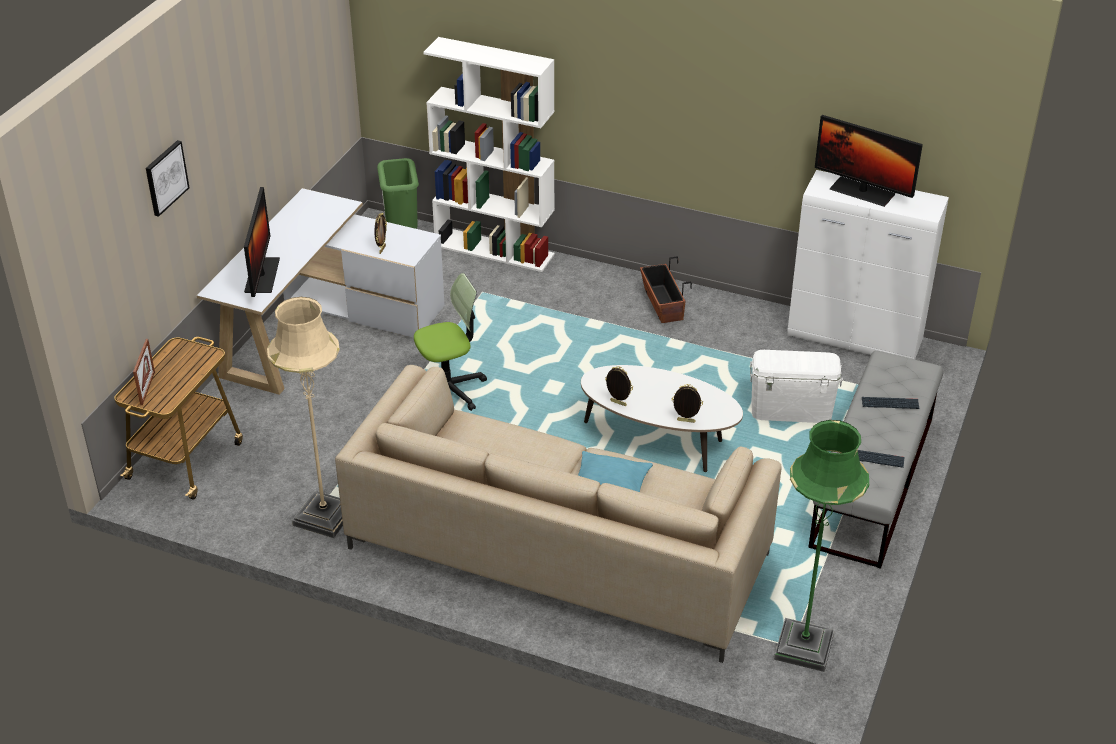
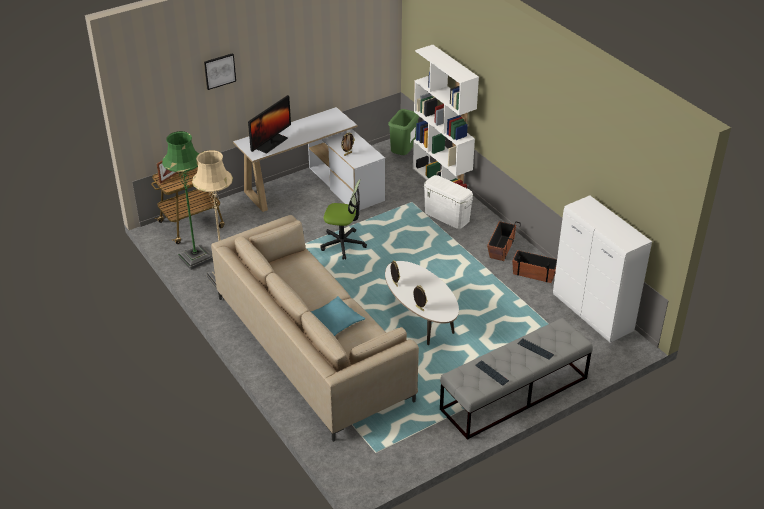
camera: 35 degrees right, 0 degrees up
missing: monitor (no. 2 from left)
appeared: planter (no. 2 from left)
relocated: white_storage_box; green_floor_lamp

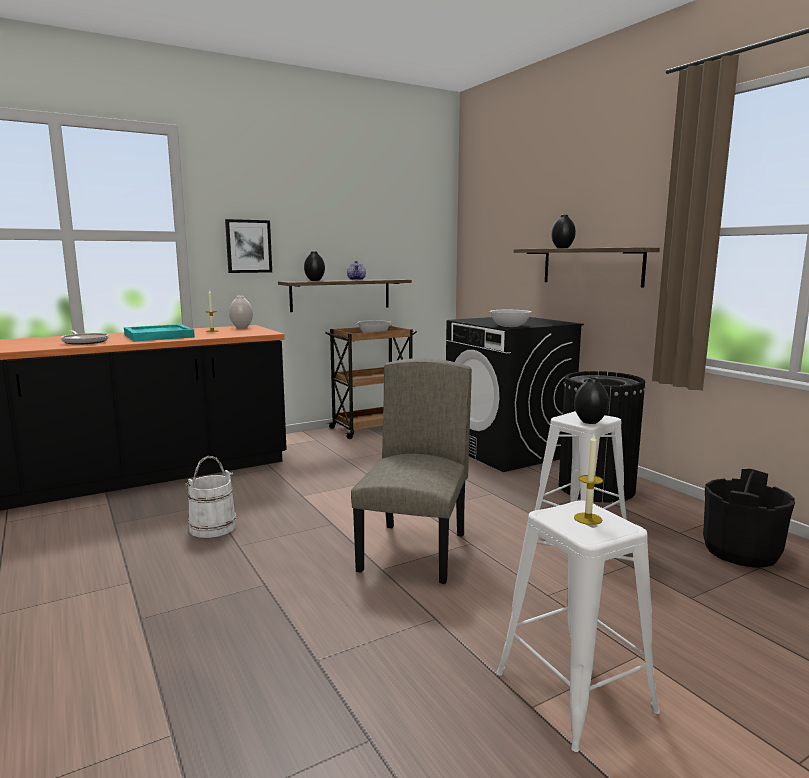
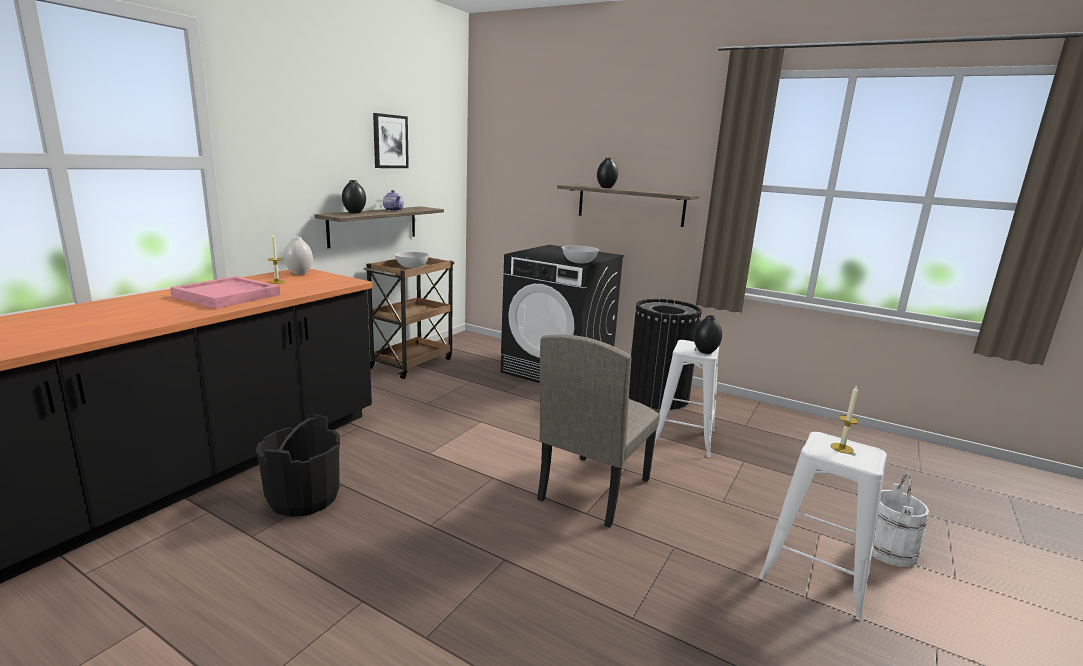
camera: 30 degrees left, 5 degrees up
missing: frying_pan
relocated: white_bucket; picture; black_bucket
colour: turquoise_tray to pink_tray
spun: beige_chair 135 degrees counterclockwise

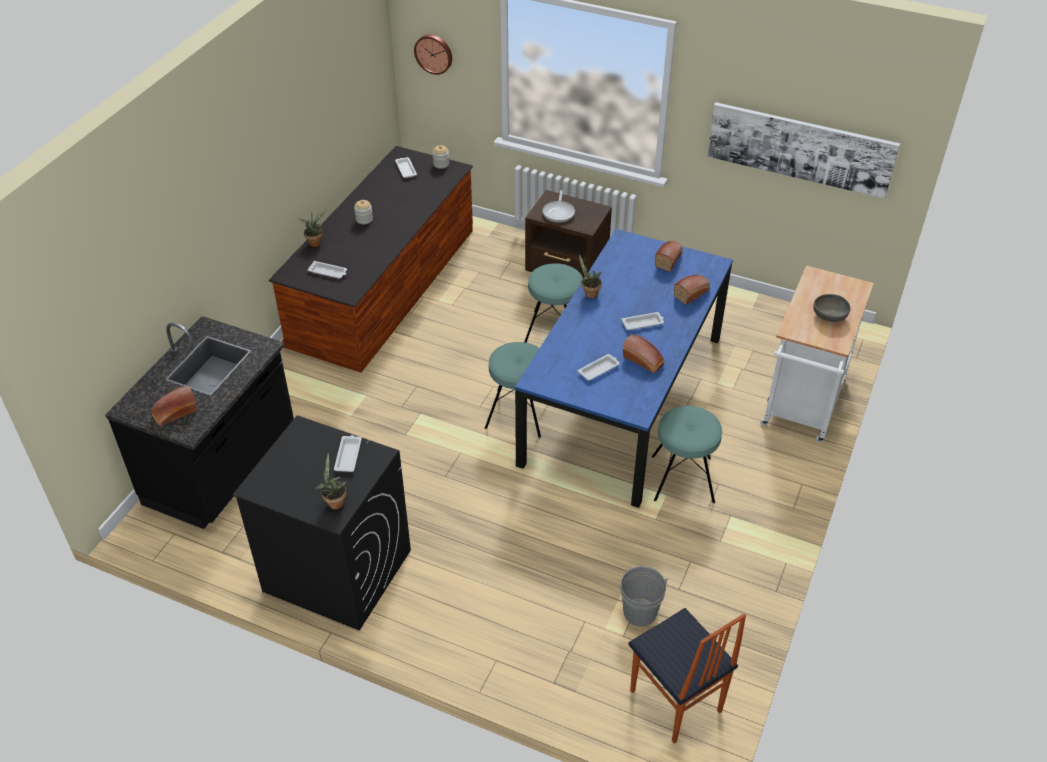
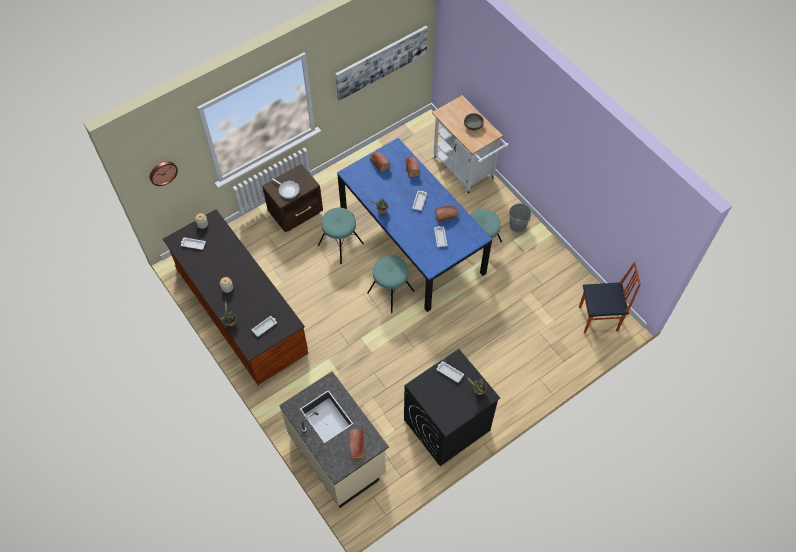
camera: 60 degrees left, 15 degrees up
relocated: grey_bucket
colour: black_counter to beige_counter

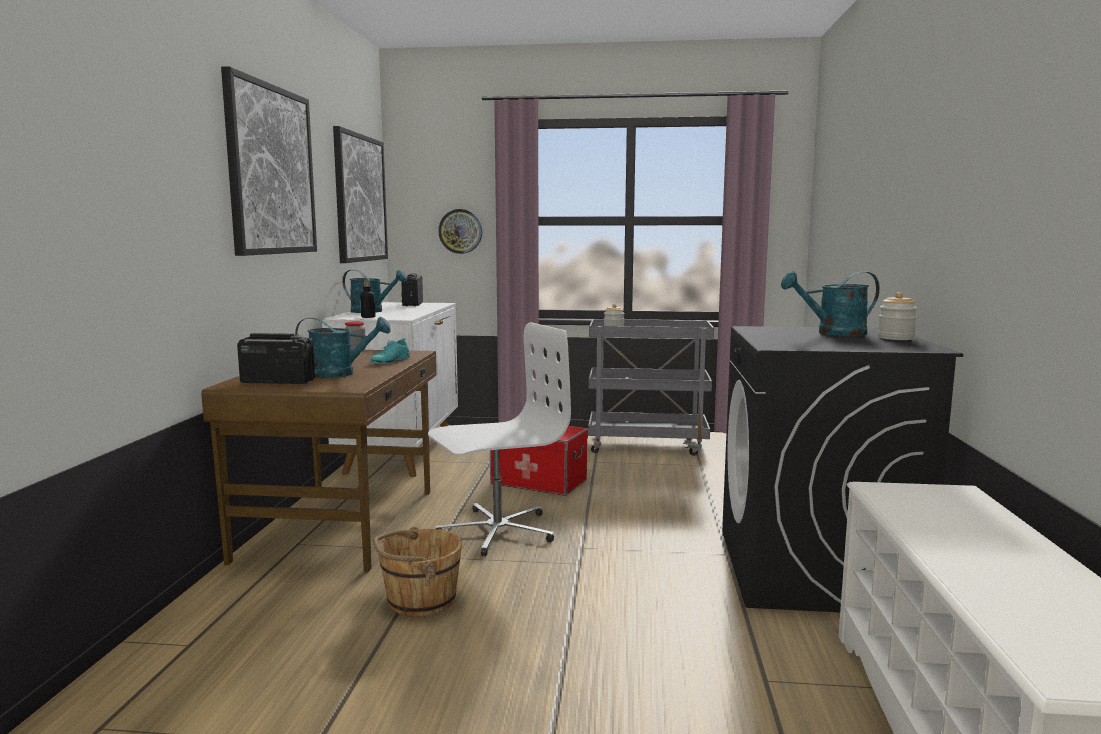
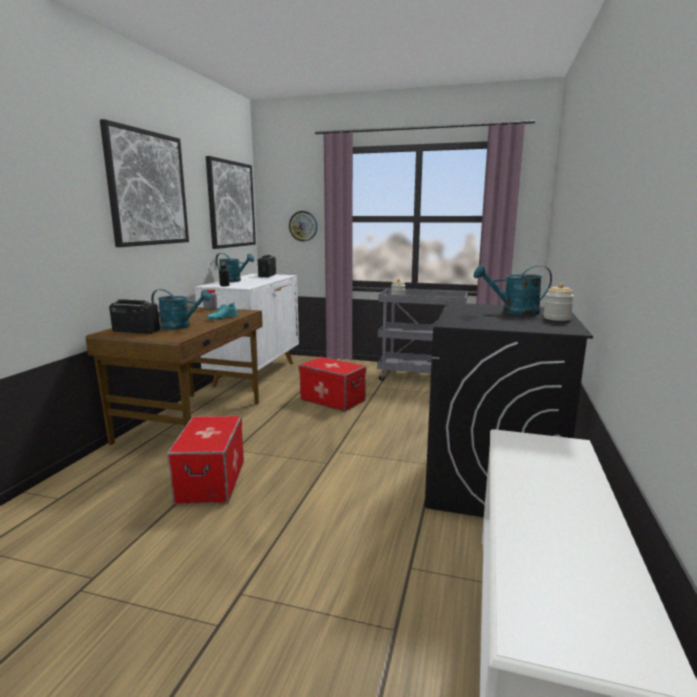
camera: 10 degrees right, 5 degrees up
missing: white_office_chair
exchanged: brown_bucket to storage_box (no. 1 from left)

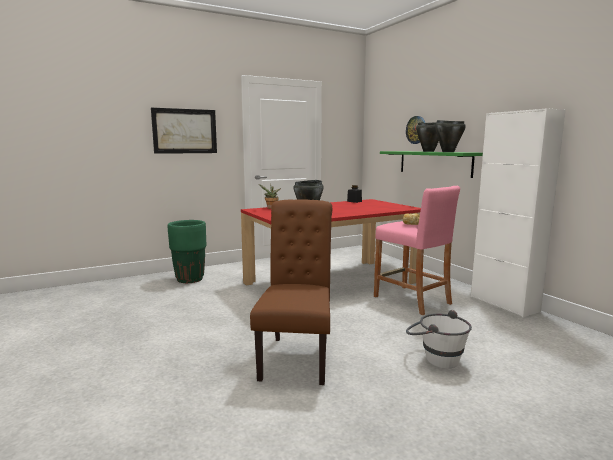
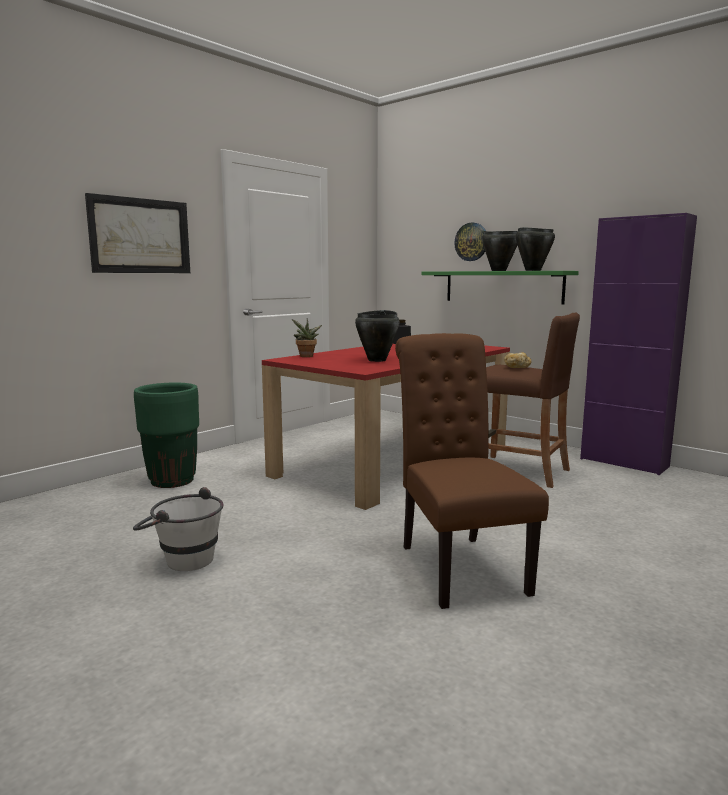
camera: 20 degrees left, 0 degrees up
relocated: white_bucket
colour: pink_stool to brown_stool; white_cabinet to purple_cabinet

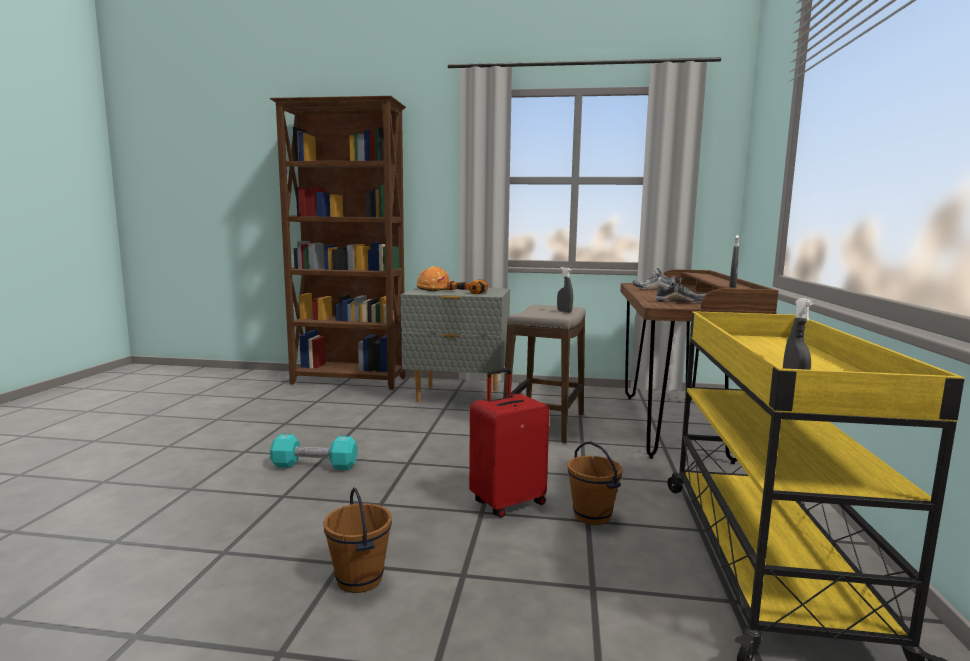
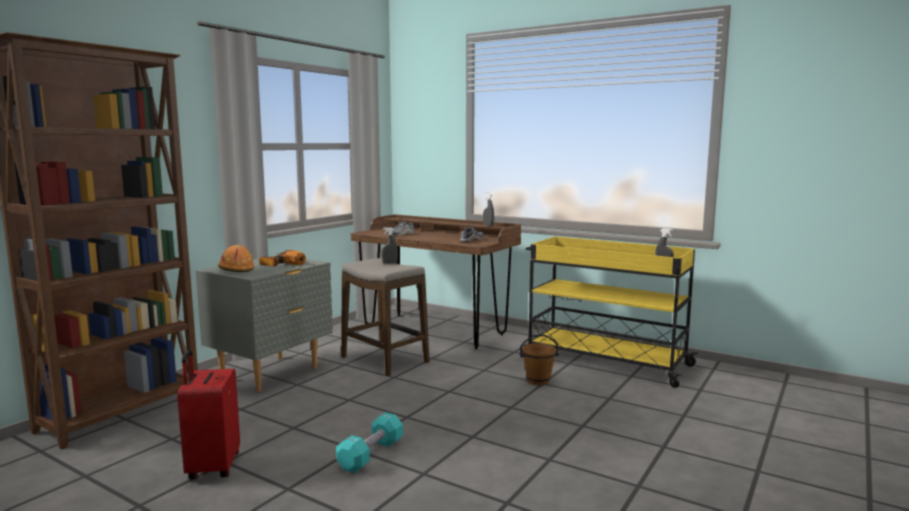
camera: 65 degrees left, 0 degrees up
missing: brown_bucket (no. 1 from left)
relocated: red_suitcase

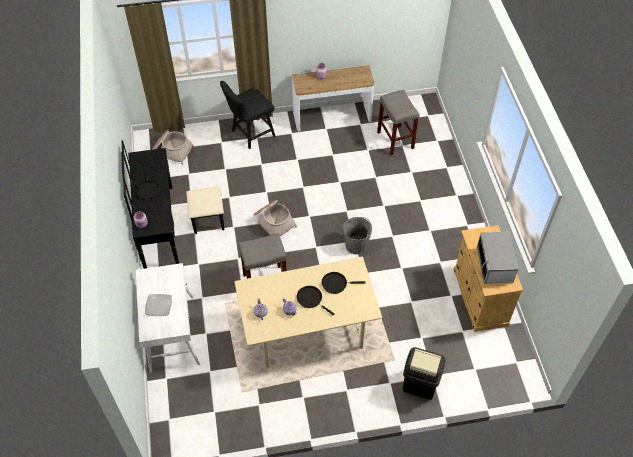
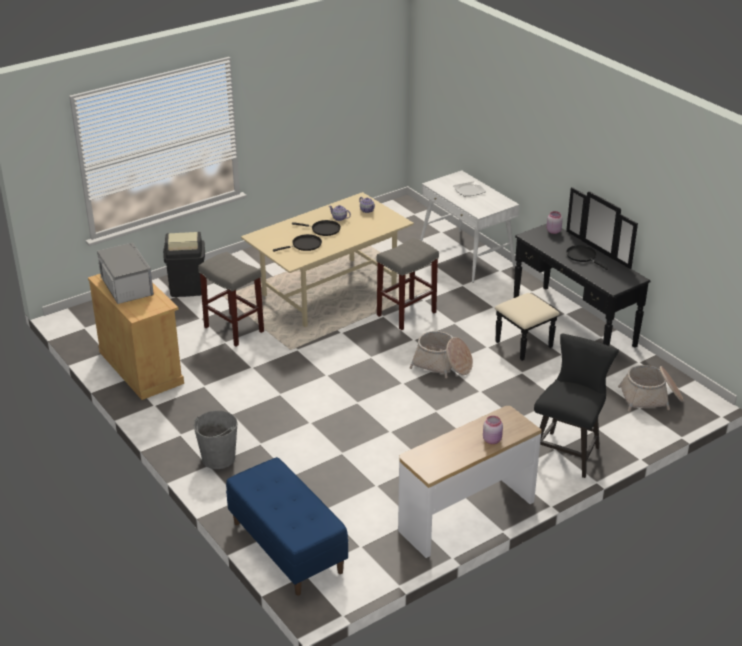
camera: 155 degrees right, 20 degrees down
appeared: blue_bench
relocated: grey_bucket; grey_stool (no. 2 from left in the first image) to grey_stool (no. 1 from left)

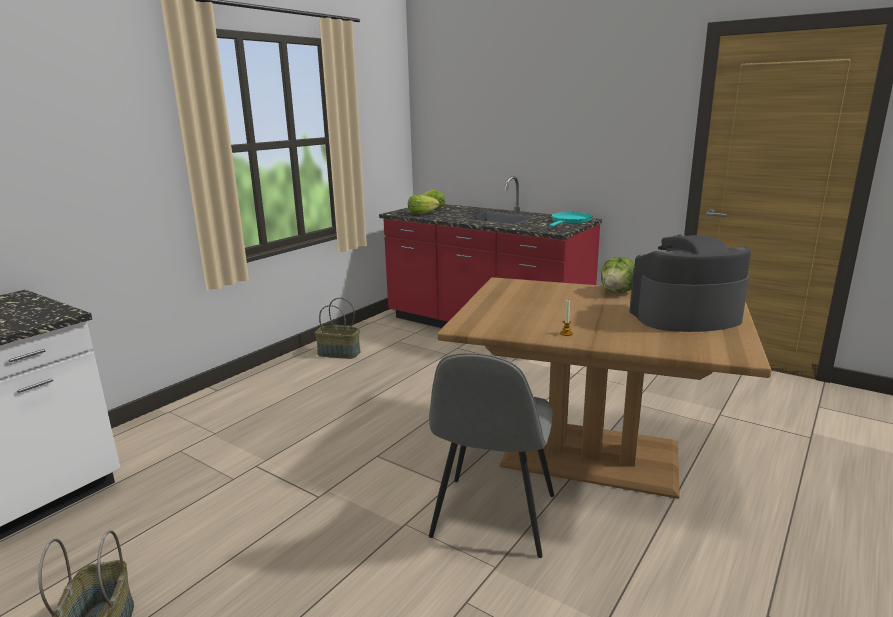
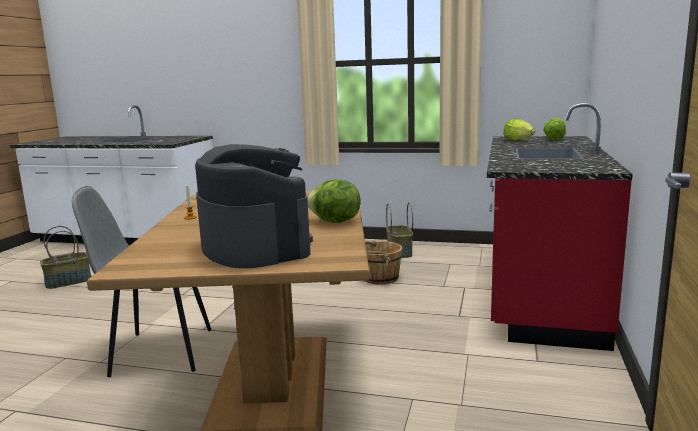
camera: 70 degrees right, 5 degrees down
missing: turquoise_frying_pan
appeared: brown_bucket

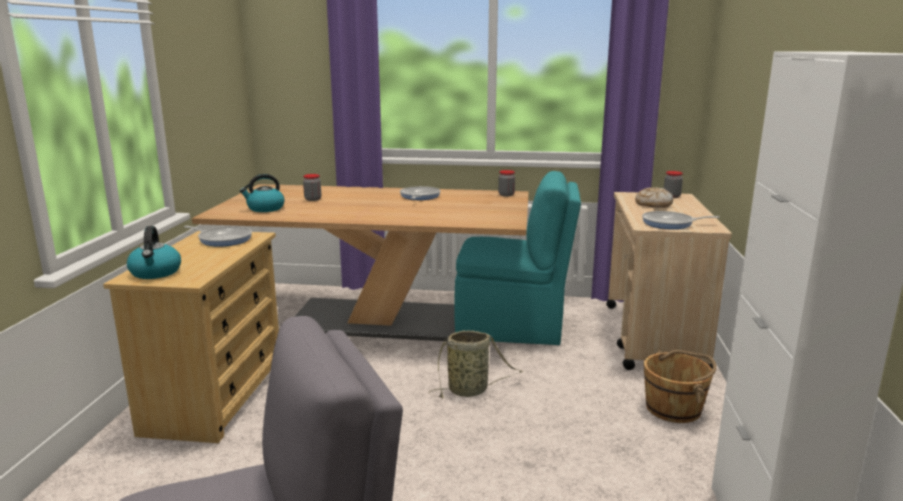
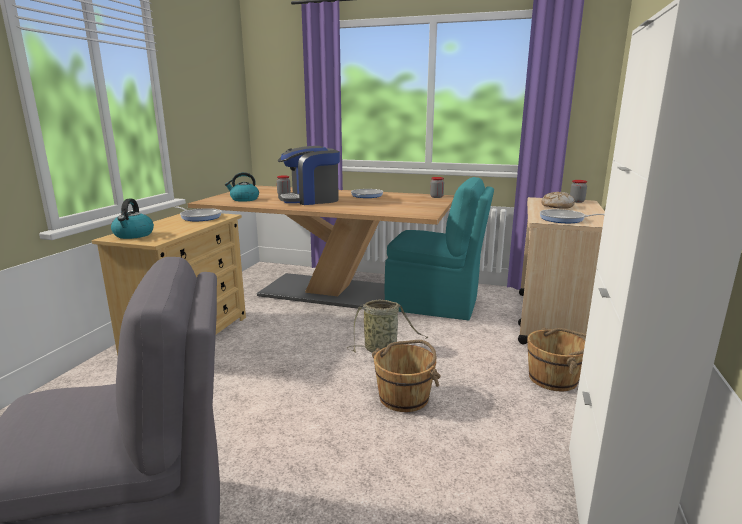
camera: 10 degrees right, 0 degrees up
appeared: coffee_machine; brown_bucket (no. 1 from left)

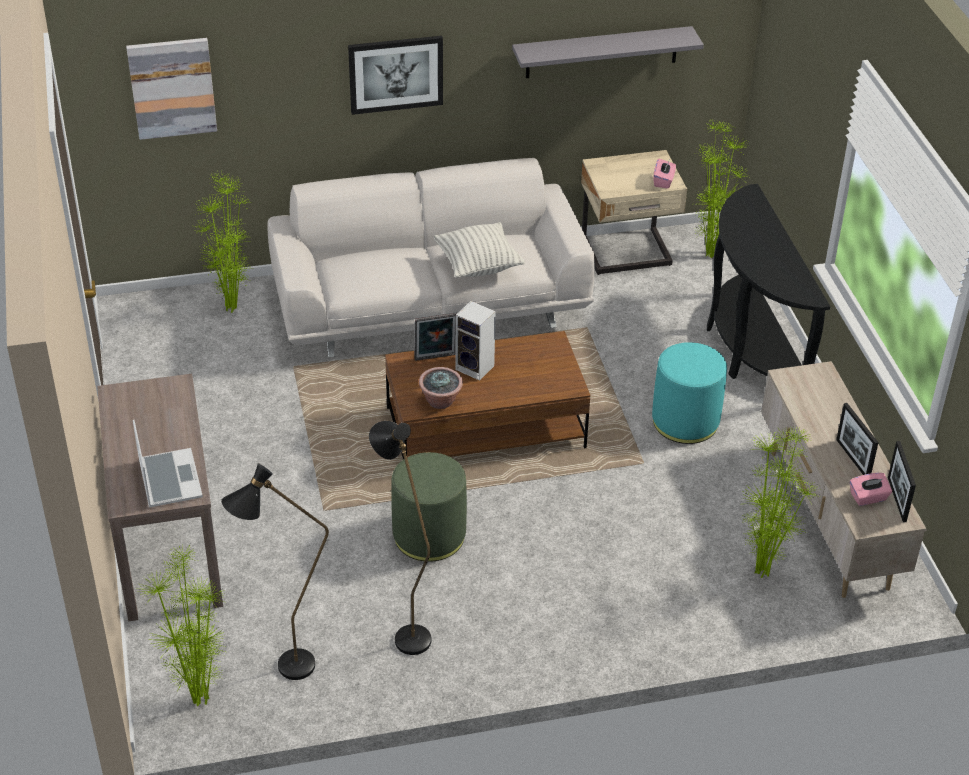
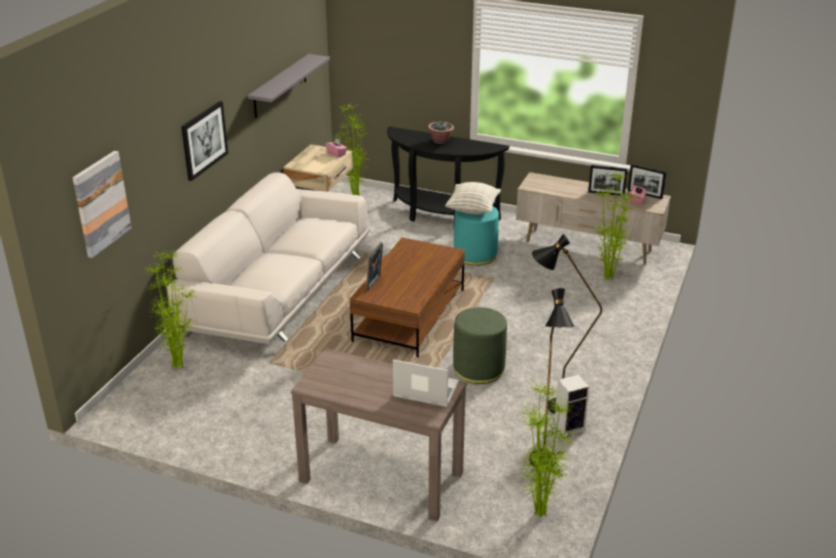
camera: 55 degrees left, 10 degrees down
relocated: potted_plant (no. 3 from left); pillow; speaker

